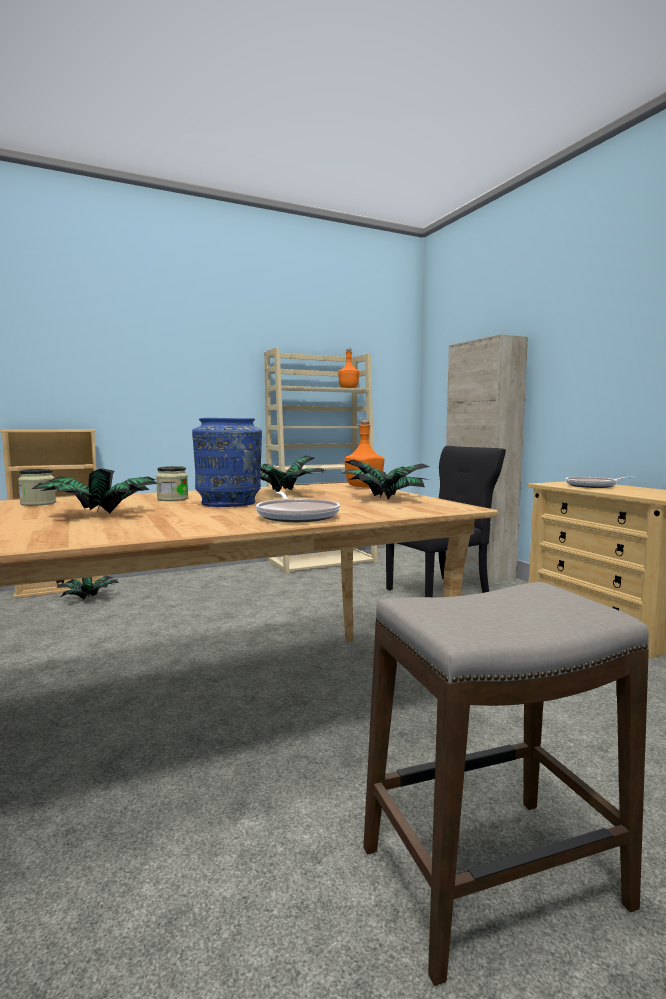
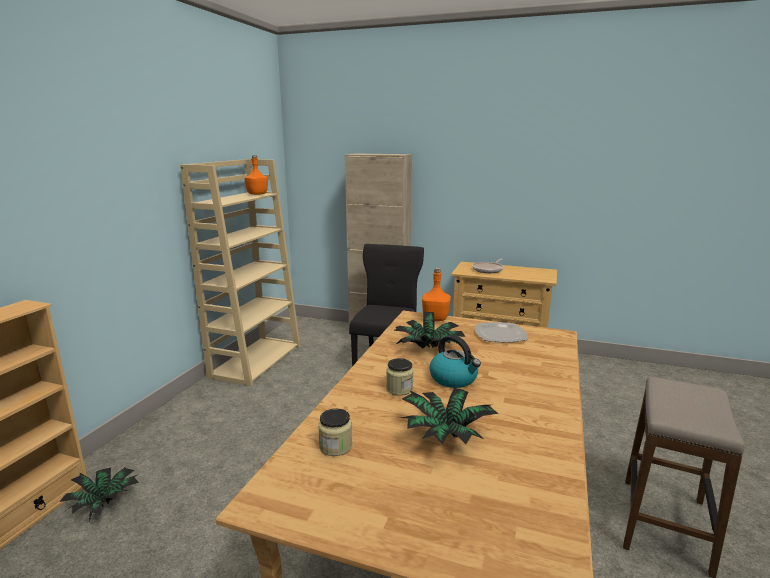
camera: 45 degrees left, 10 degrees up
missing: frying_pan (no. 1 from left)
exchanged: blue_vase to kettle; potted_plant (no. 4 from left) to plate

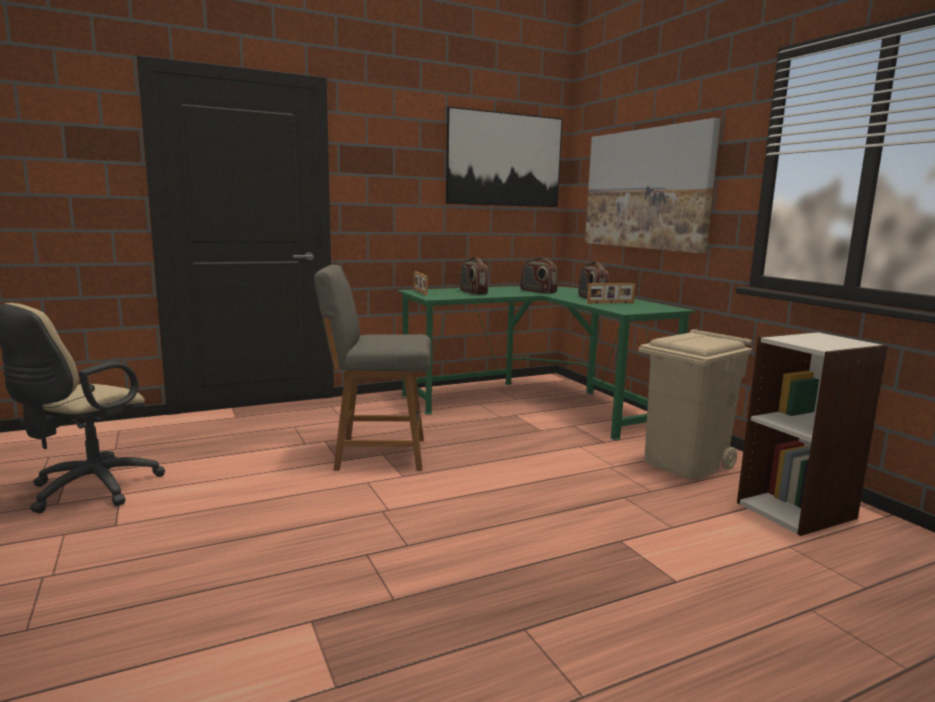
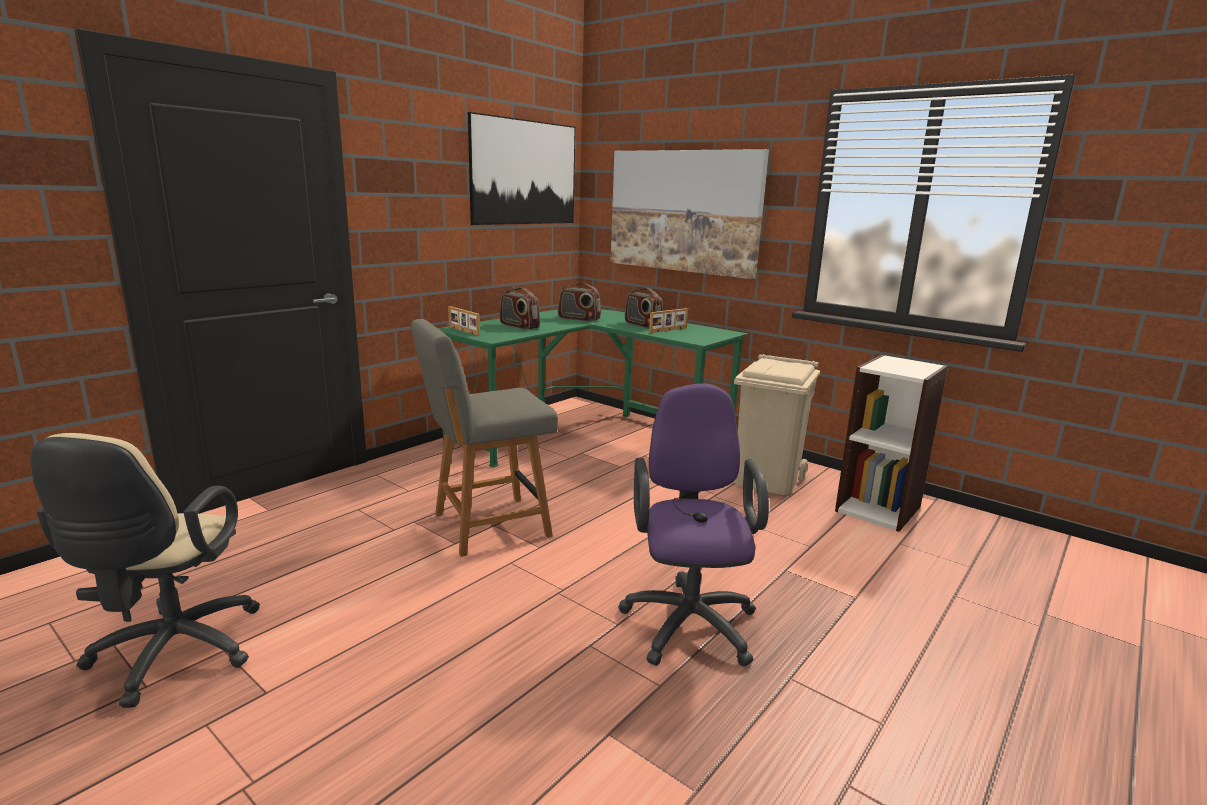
camera: 25 degrees left, 5 degrees up
appeared: purple_office_chair

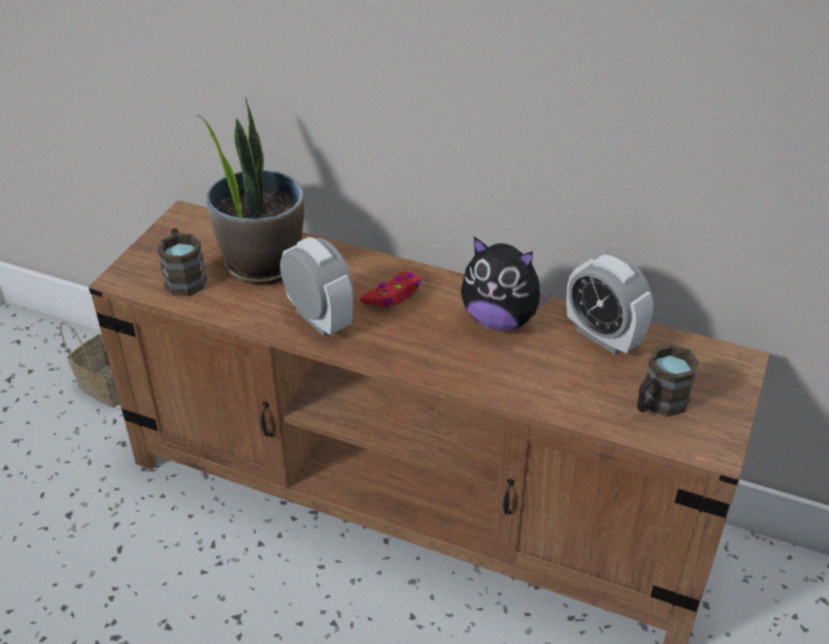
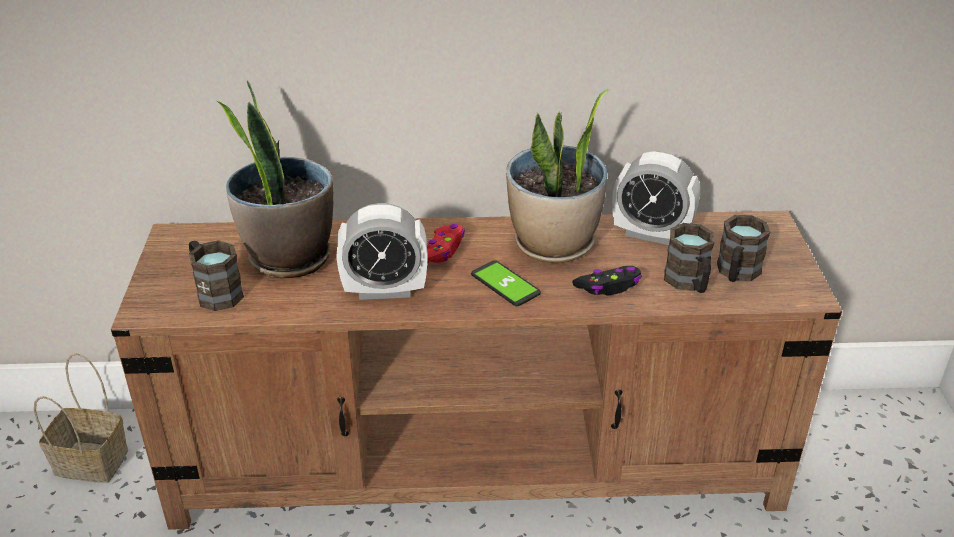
camera: 25 degrees left, 5 degrees down
appeared: phone; black_game_controller; brown_mug (no. 2 from left)
exchanged: plush_toy to potted_plant (no. 2 from left)
spun: alarm_clock (no. 1 from left) 150 degrees clockwise

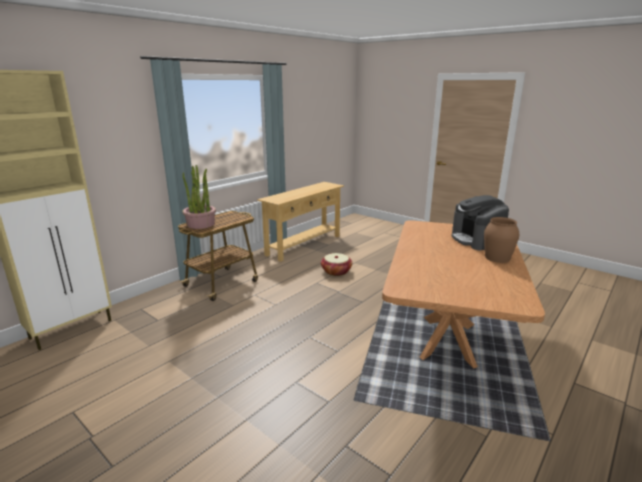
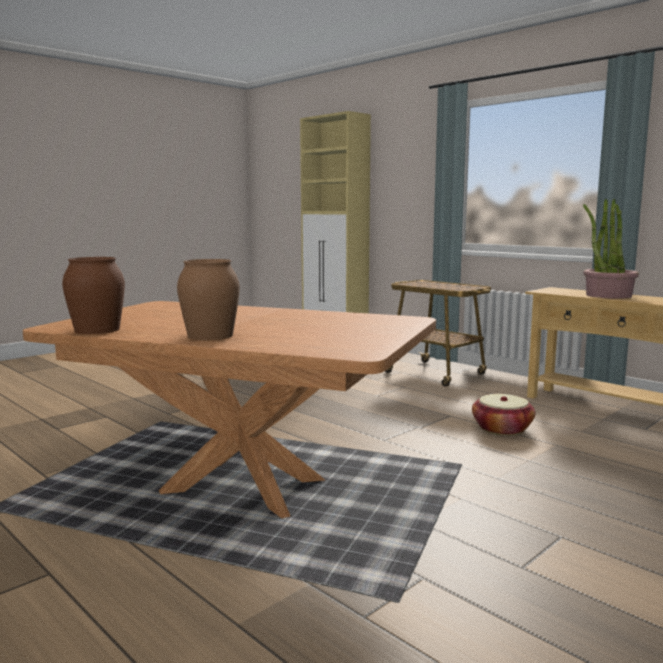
camera: 95 degrees right, 10 degrees down
missing: coffee_machine
appeared: brown_vase (no. 1 from left)
relocated: potted_plant

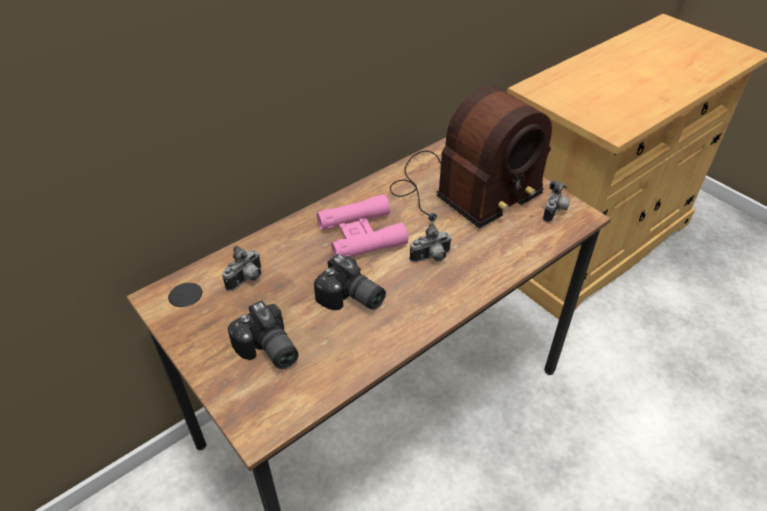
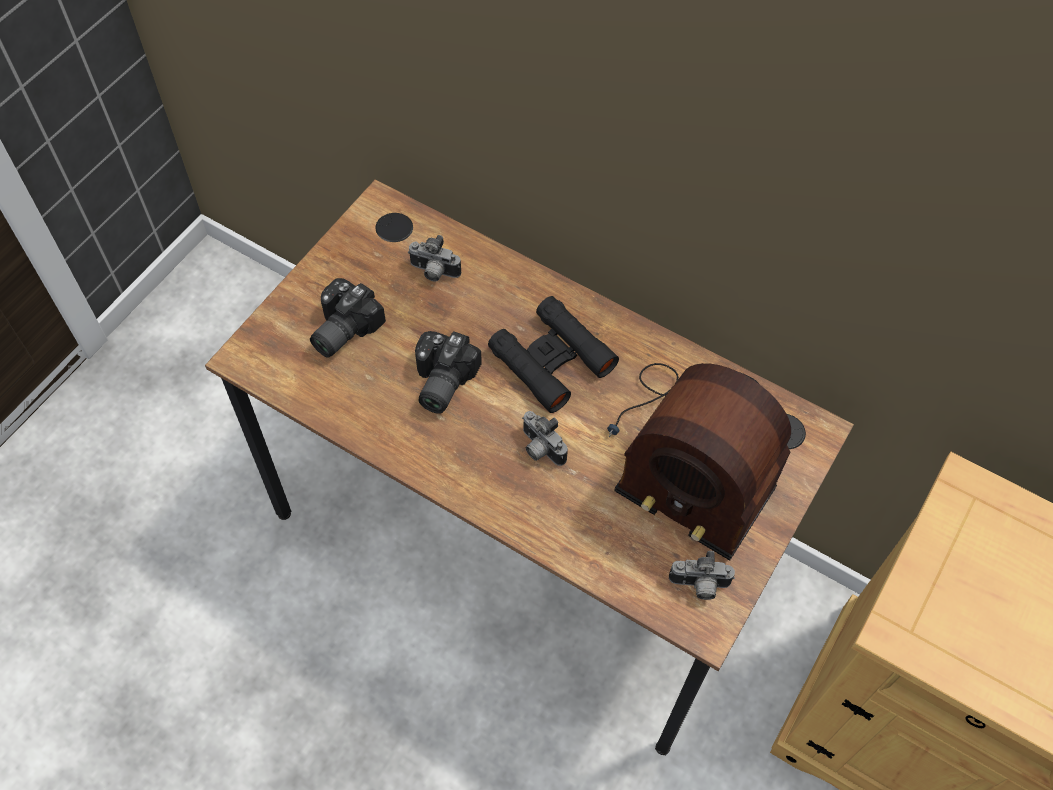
camera: 70 degrees right, 15 degrees up
colour: pink_binoculars to black_binoculars

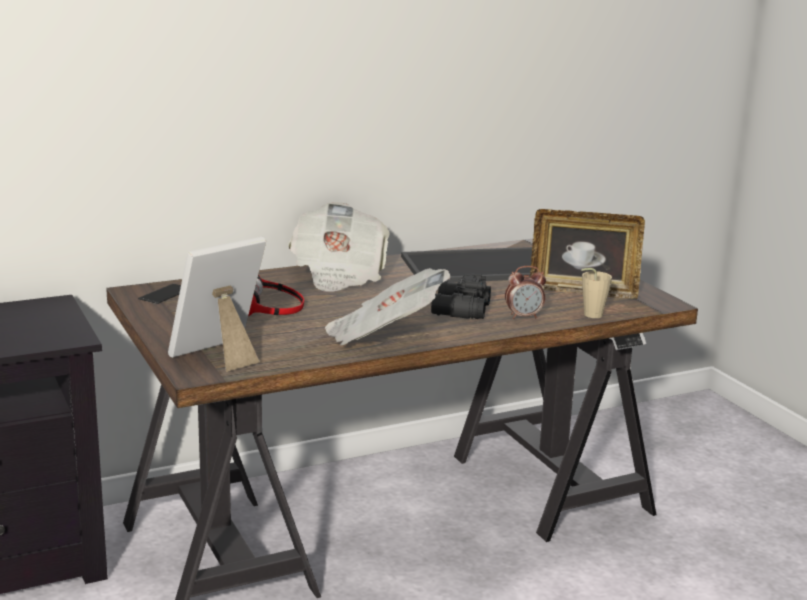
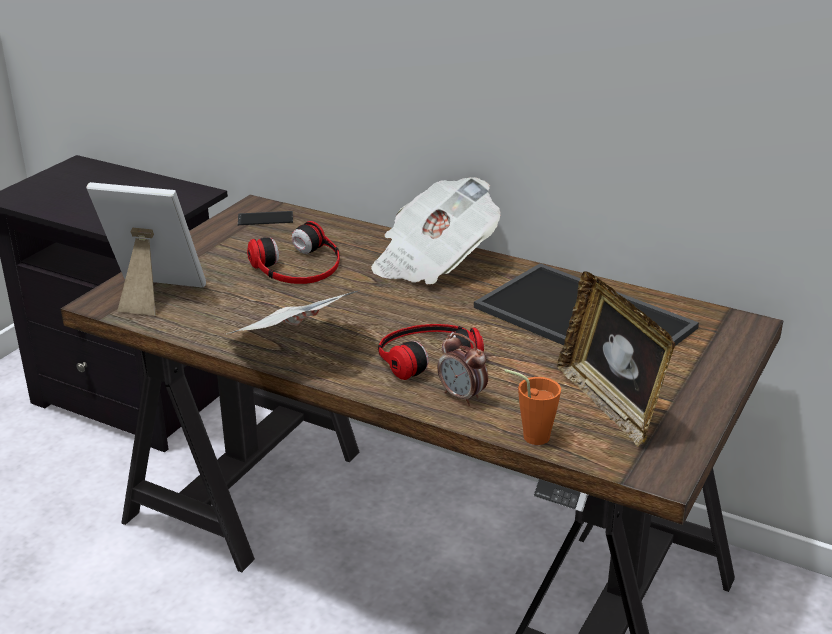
camera: 55 degrees right, 10 degrees up
exchanged: black_binoculars to headphones (no. 2 from left)
colour: beige_cup to orange_cup

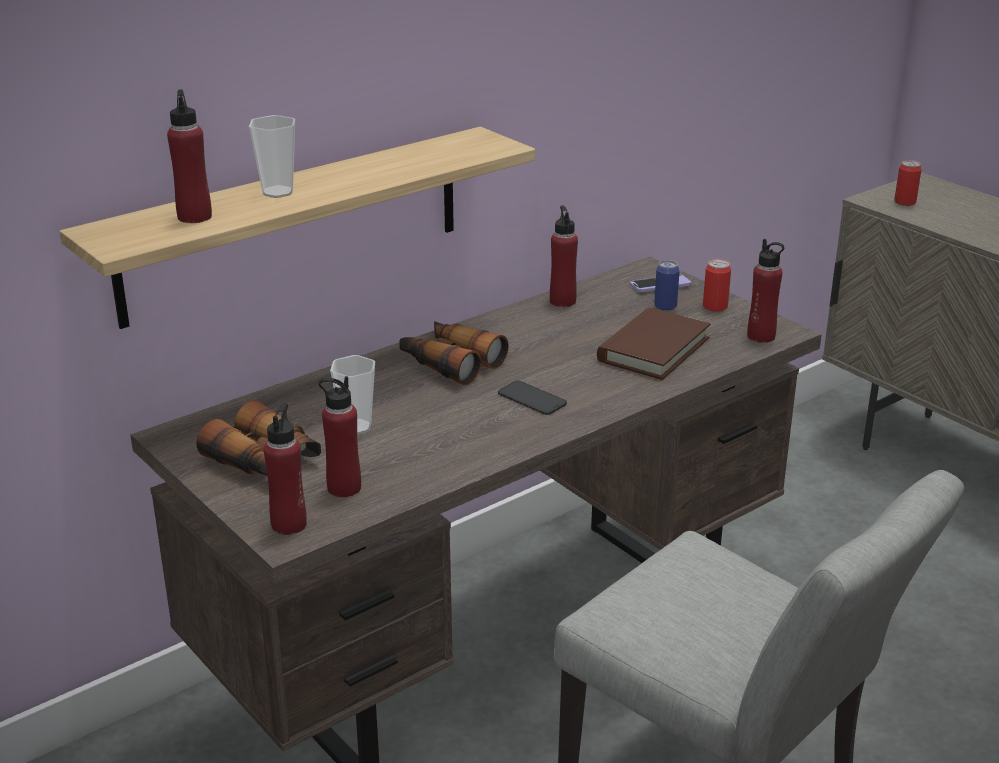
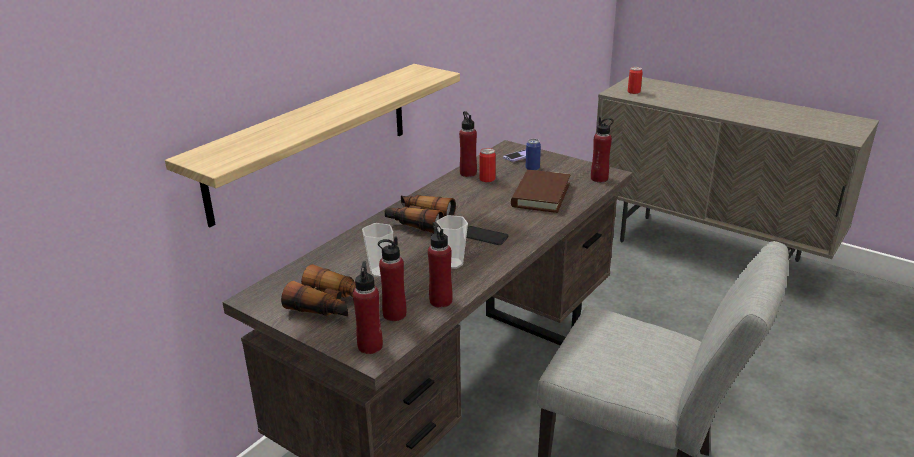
camera: 15 degrees left, 0 degrees up
relocated: red_bottle (no. 1 from left in the first image) to red_bottle (no. 3 from left); cup (no. 1 from left in the first image) to cup (no. 2 from left); can (no. 2 from left in the first image) to can (no. 1 from left)

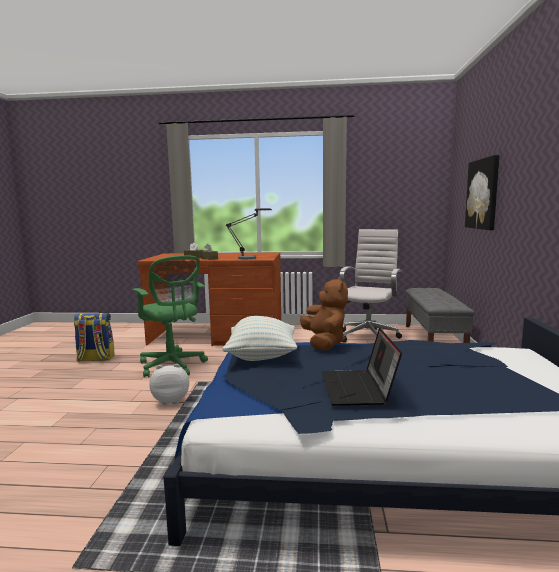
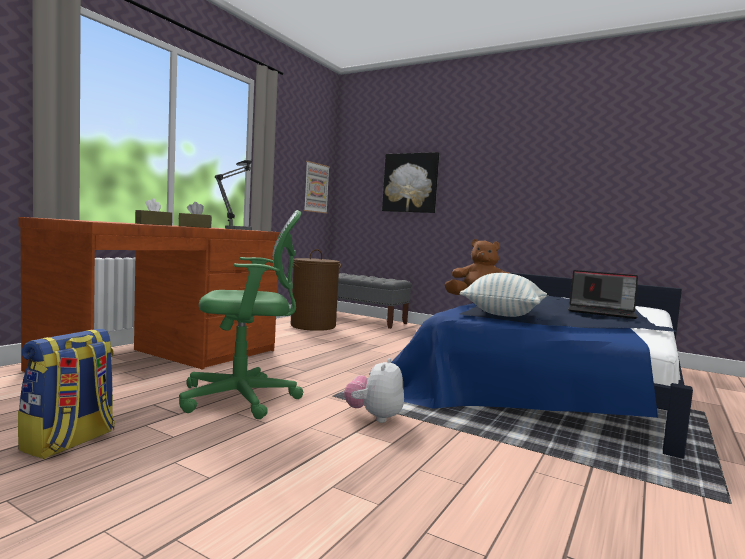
camera: 65 degrees left, 5 degrees down
appeared: picture (no. 1 from left)
exchanged: white_office_chair to brown_laundry_basket

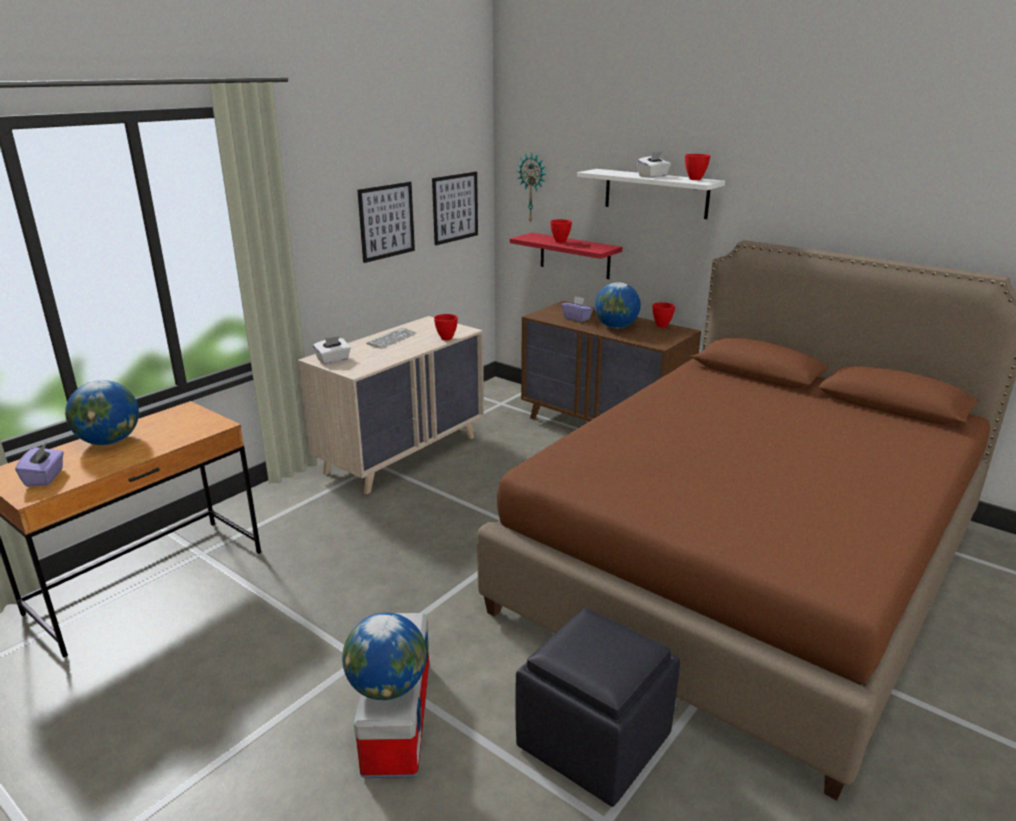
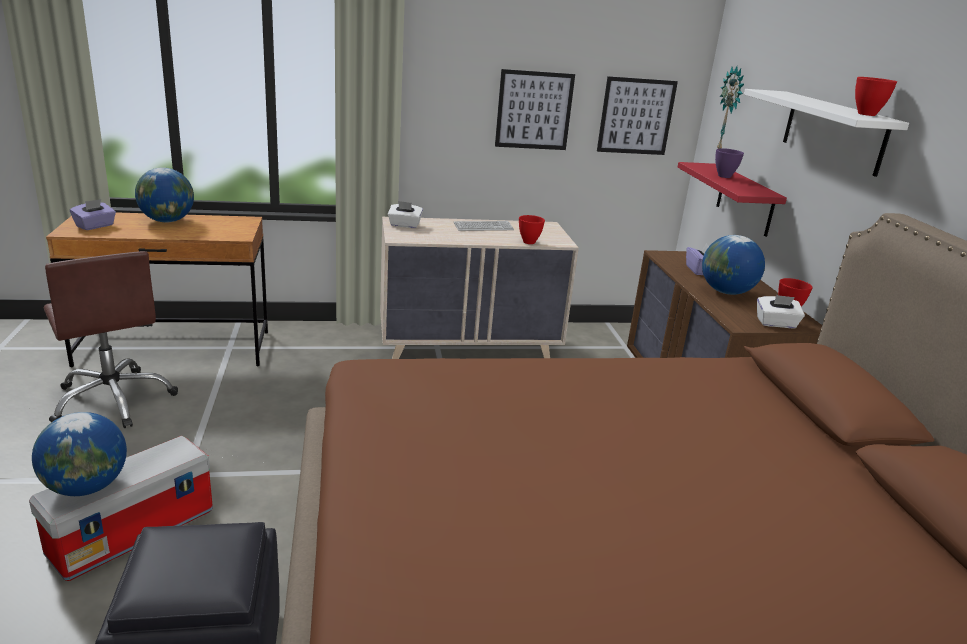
camera: 40 degrees right, 0 degrees up
appeared: brown_office_chair
relocated: white_tissue_box (no. 2 from left)
colour: red_bowl (no. 2 from left) to purple_bowl

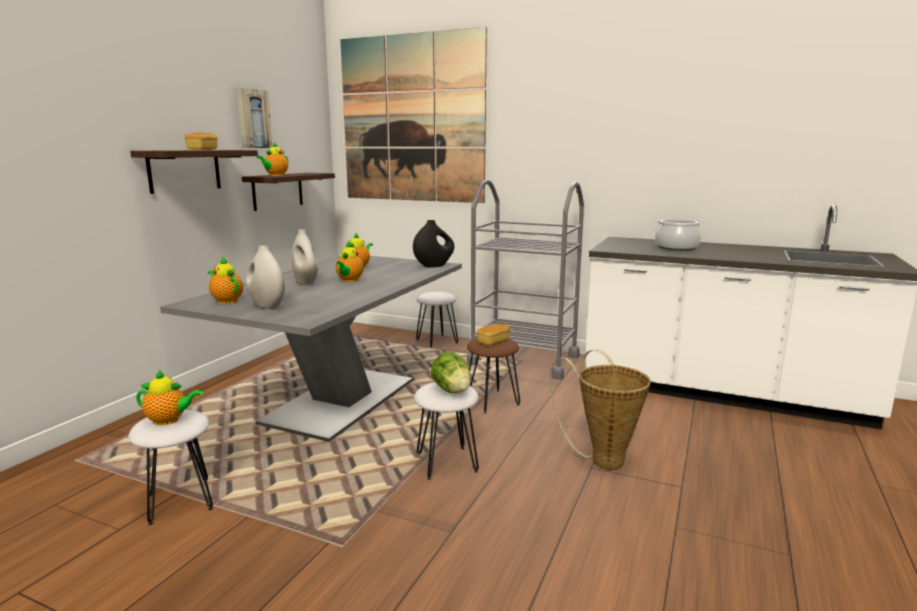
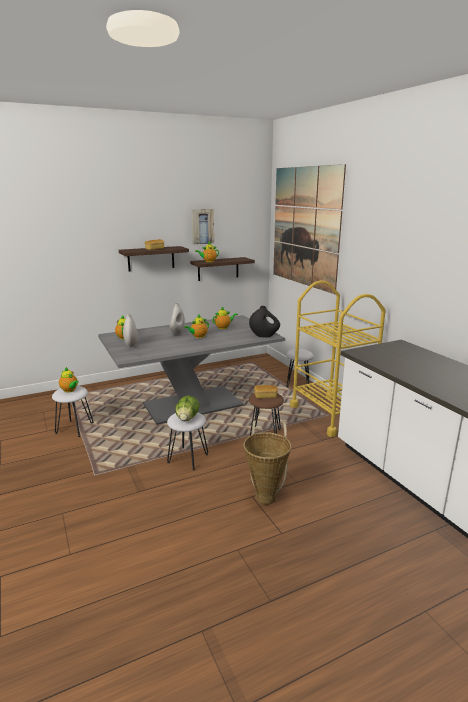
camera: 40 degrees right, 5 degrees up
missing: cooking_pot
colour: grey_cart to yellow_cart

